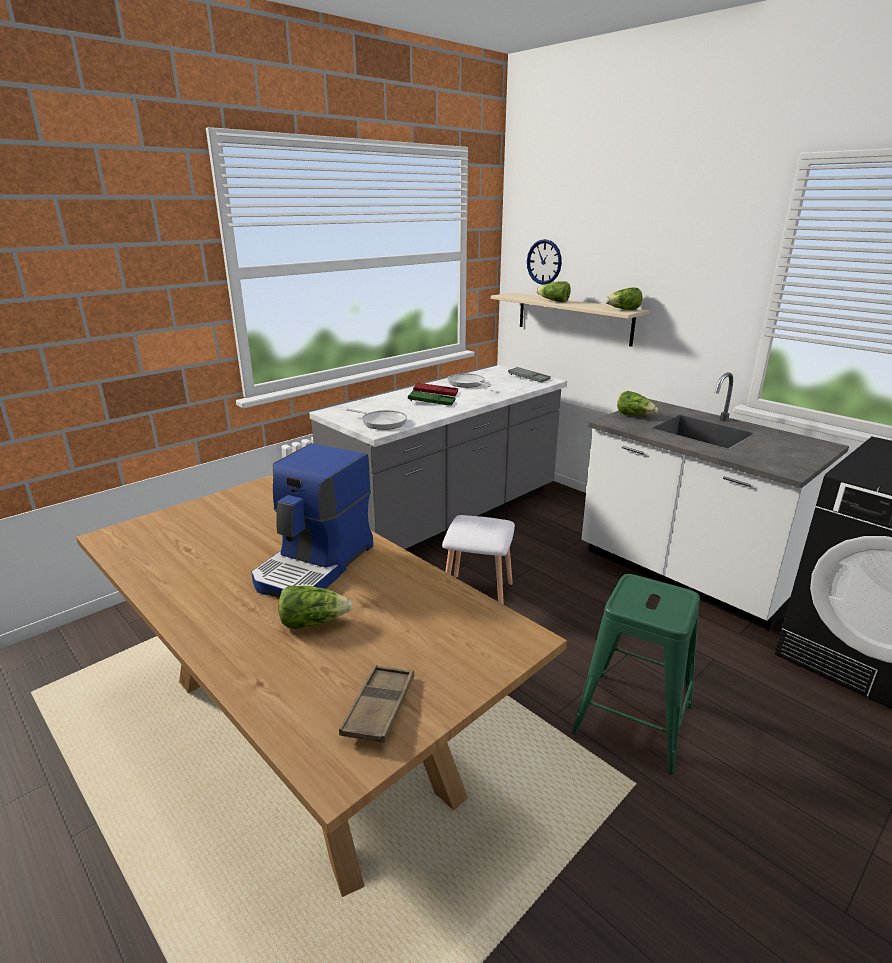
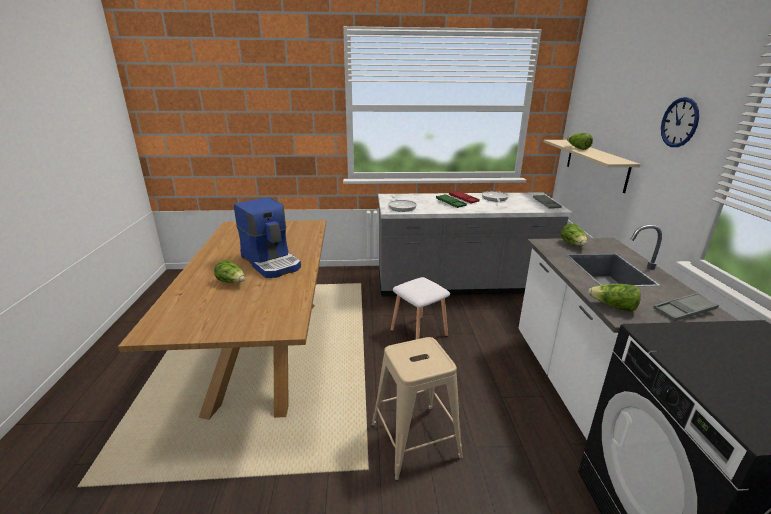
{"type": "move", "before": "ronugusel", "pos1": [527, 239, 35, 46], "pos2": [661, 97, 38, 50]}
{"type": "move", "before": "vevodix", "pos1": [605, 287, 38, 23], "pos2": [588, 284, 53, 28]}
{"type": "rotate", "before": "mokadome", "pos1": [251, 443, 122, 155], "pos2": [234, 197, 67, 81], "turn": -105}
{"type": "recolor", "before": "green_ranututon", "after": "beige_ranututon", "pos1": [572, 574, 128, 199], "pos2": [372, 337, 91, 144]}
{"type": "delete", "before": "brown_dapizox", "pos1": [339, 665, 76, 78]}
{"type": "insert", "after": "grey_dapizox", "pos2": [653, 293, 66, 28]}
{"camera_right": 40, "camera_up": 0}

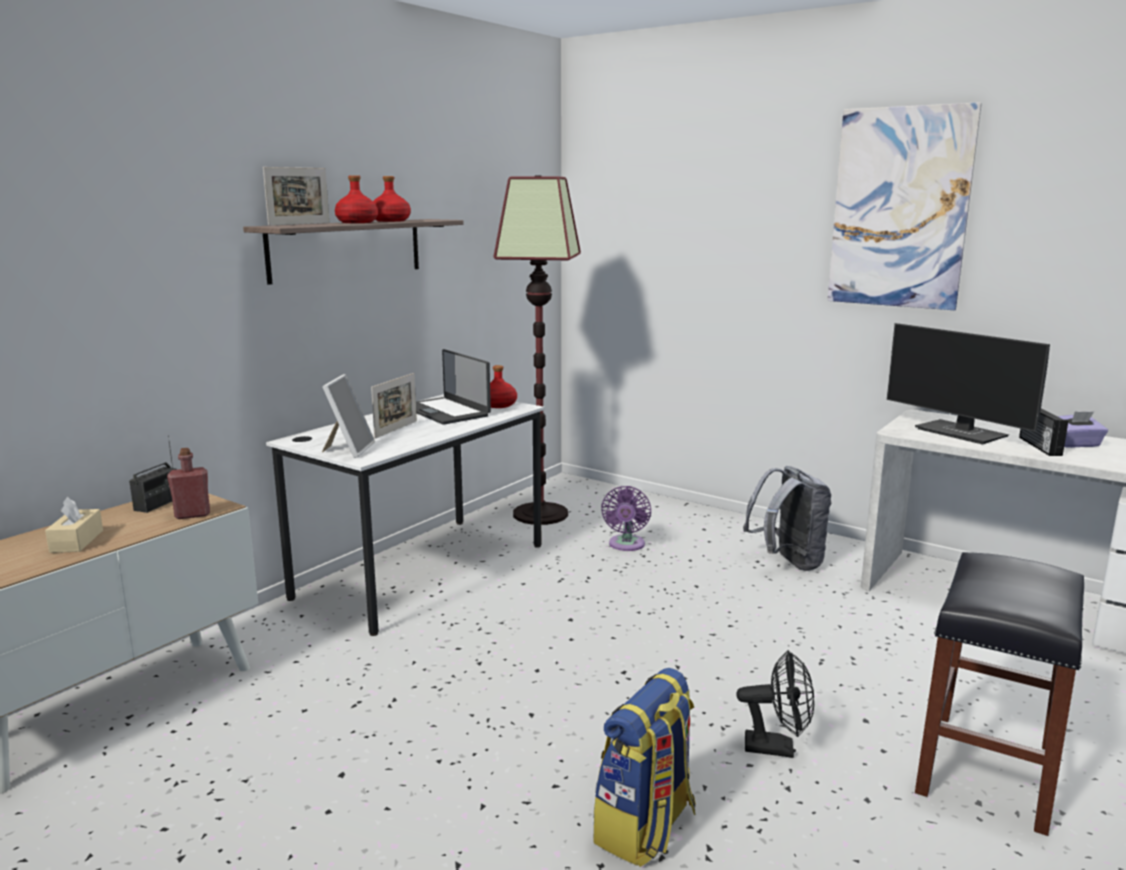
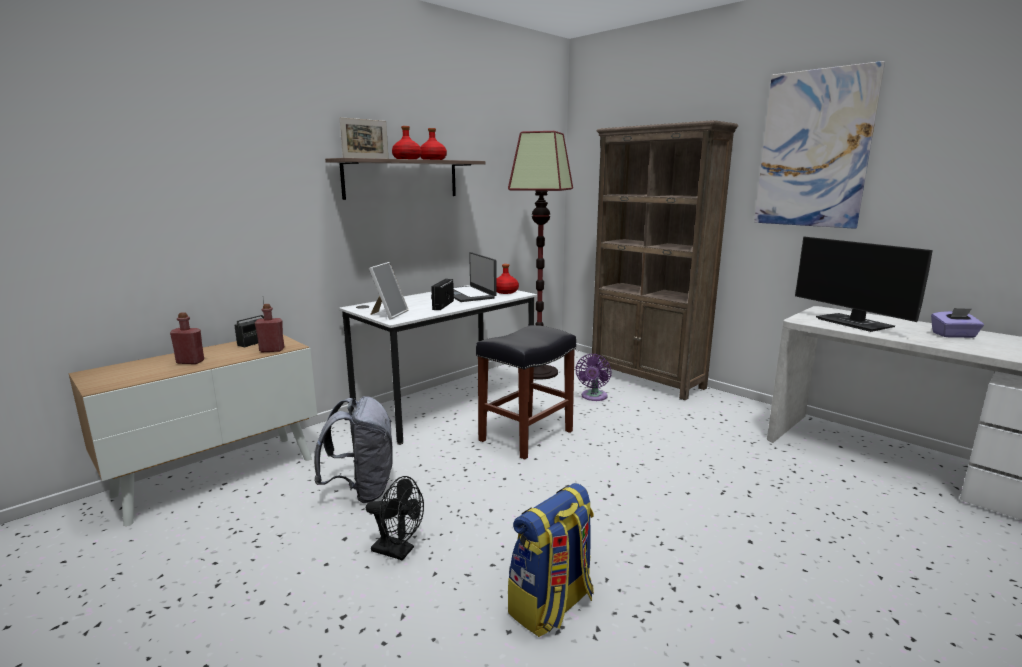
{"type": "delete", "before": "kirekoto", "pos1": [371, 373, 46, 66]}
{"type": "move", "before": "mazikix", "pos1": [1019, 408, 49, 48], "pos2": [431, 279, 23, 31]}
{"type": "move", "before": "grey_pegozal", "pos1": [743, 466, 88, 105], "pos2": [314, 396, 79, 107]}
{"type": "replace", "before": "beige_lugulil", "after": "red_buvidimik", "pos1": [45, 497, 58, 56], "pos2": [170, 312, 34, 52]}
{"type": "move", "before": "black_ranututon", "pos1": [915, 552, 169, 284], "pos2": [476, 325, 100, 135]}
{"type": "move", "before": "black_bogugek", "pos1": [736, 650, 78, 108], "pos2": [366, 476, 58, 85]}
{"type": "insert", "after": "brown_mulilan", "pos2": [592, 120, 146, 280]}
{"camera_right": 10, "camera_up": 0}

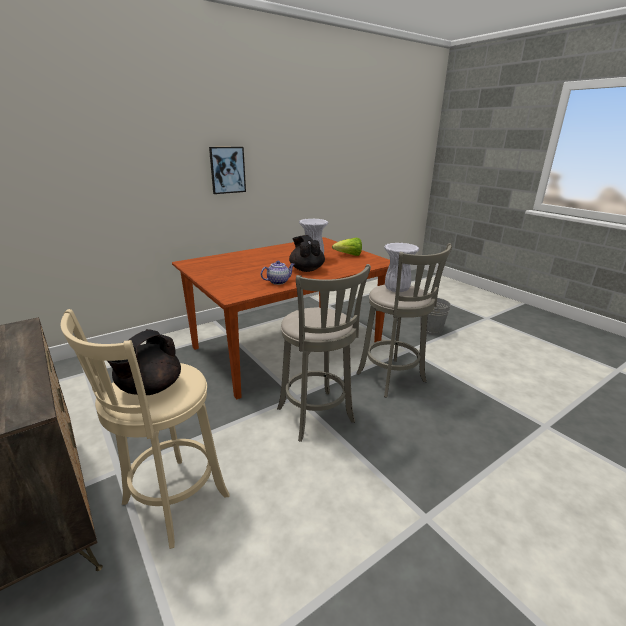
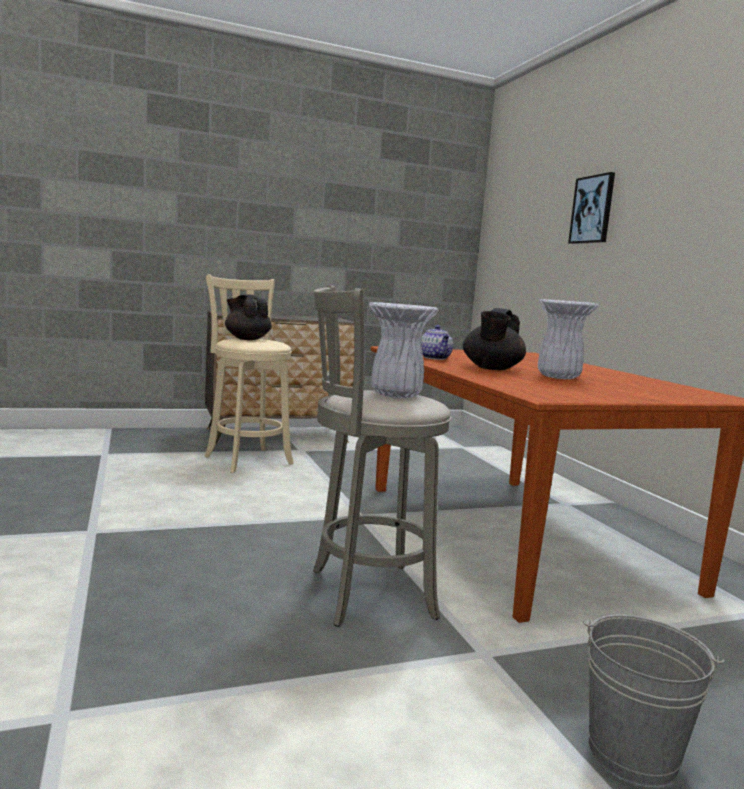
{"type": "move", "before": "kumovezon", "pos1": [209, 147, 37, 47], "pos2": [568, 172, 47, 72]}
{"type": "rotate", "before": "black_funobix", "pos1": [289, 235, 36, 37], "pos2": [463, 308, 63, 62], "turn": 120}
{"type": "delete", "before": "vevodix", "pos1": [332, 238, 30, 18]}
{"type": "delete", "before": "grey_ranututon", "pos1": [277, 264, 94, 178]}
{"camera_right": 105, "camera_up": -15}

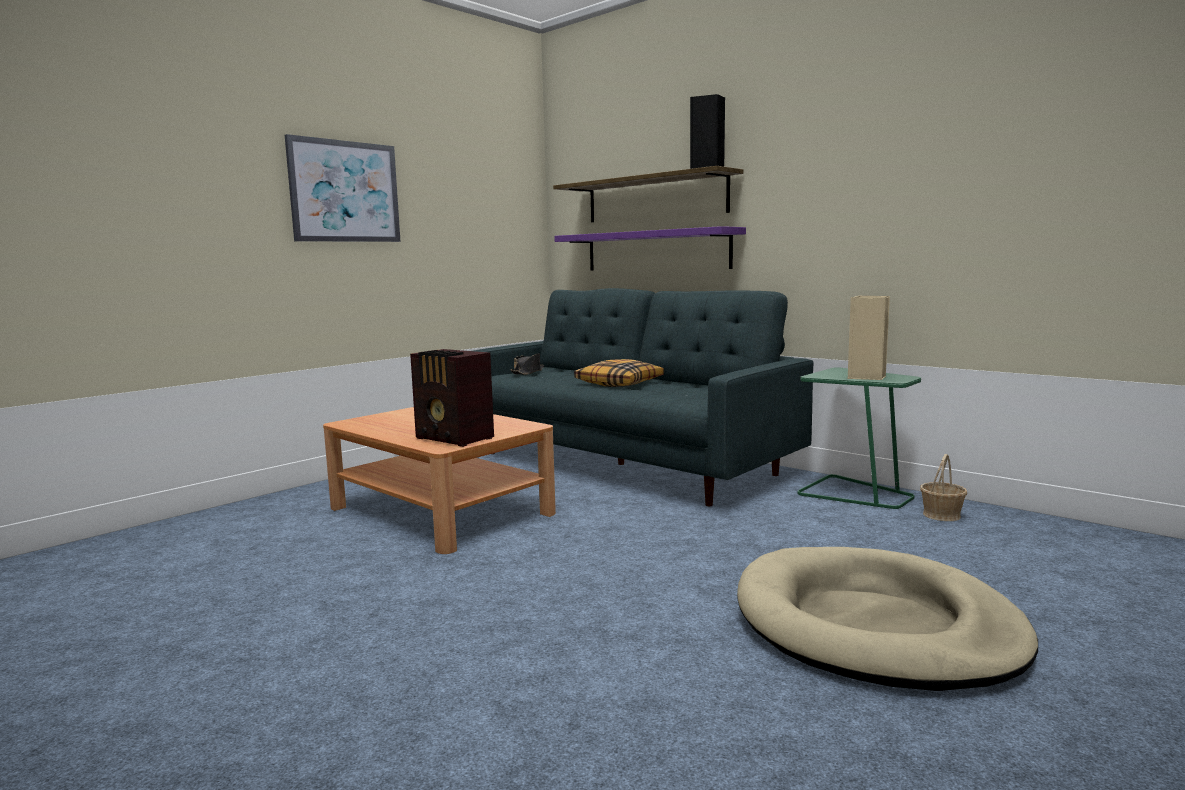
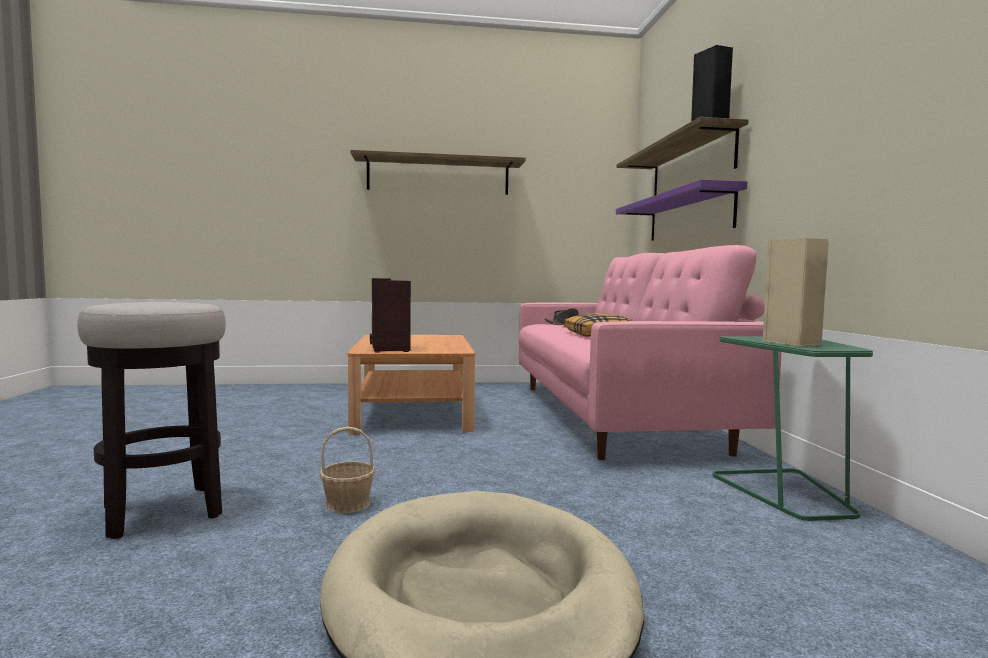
{"type": "replace", "before": "kumovezon", "after": "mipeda", "pos1": [285, 134, 116, 108], "pos2": [351, 150, 175, 45]}
{"type": "recolor", "before": "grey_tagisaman", "after": "pink_tagisaman", "pos1": [474, 288, 339, 218], "pos2": [518, 245, 264, 215]}
{"type": "move", "before": "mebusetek", "pos1": [920, 454, 47, 67], "pos2": [320, 427, 55, 86]}
{"type": "insert", "after": "ranututon", "pos2": [77, 302, 149, 237]}
{"camera_right": 40, "camera_up": -5}

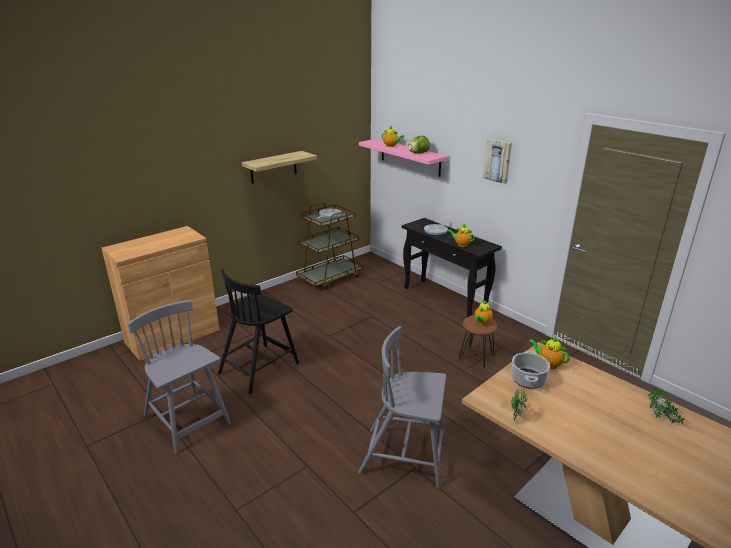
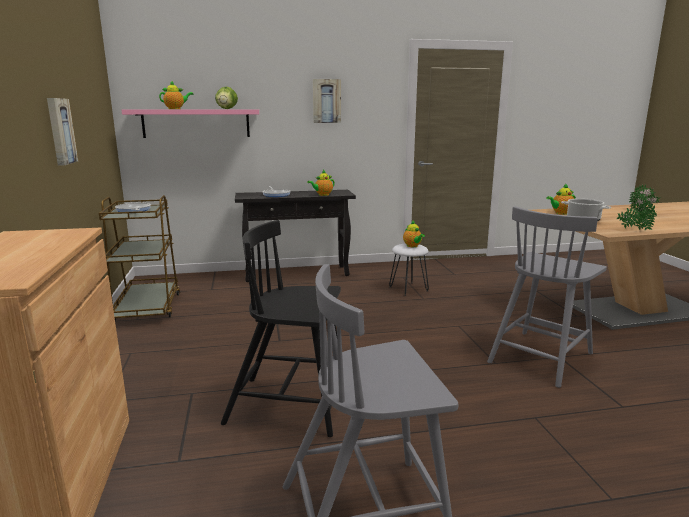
{"type": "replace", "before": "mipeda", "after": "kumovezon", "pos1": [242, 151, 75, 33], "pos2": [47, 98, 31, 67]}
{"type": "rotate", "before": "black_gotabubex", "pos1": [218, 269, 81, 125], "pos2": [221, 220, 120, 217], "turn": 120}
{"type": "recolor", "before": "brown_ranututon", "after": "white_ranututon", "pos1": [459, 315, 39, 54], "pos2": [389, 244, 40, 52]}
{"camera_right": -60, "camera_up": -10}

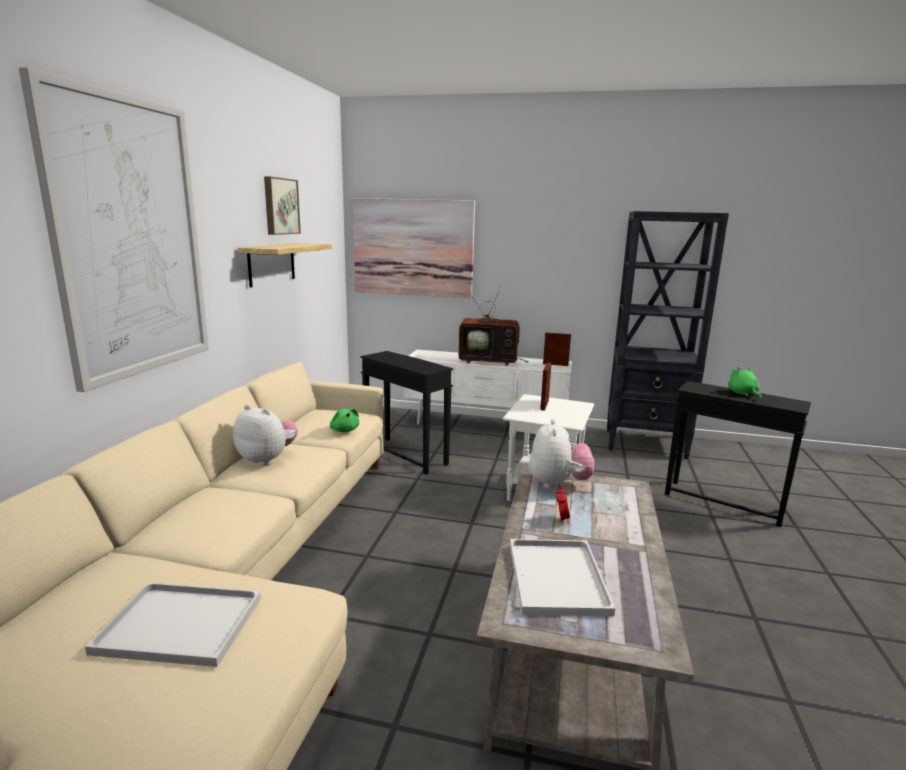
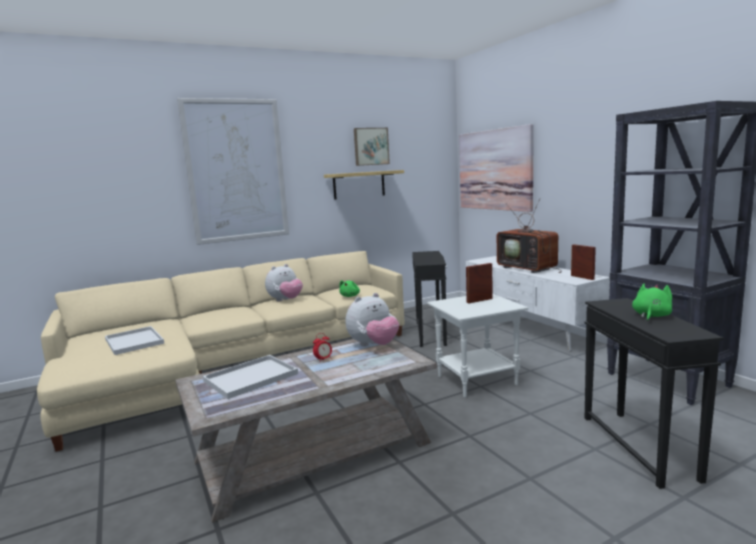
{"type": "rotate", "before": "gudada", "pos1": [233, 404, 65, 62], "pos2": [265, 264, 38, 37], "turn": 60}
{"camera_right": 50, "camera_up": -5}

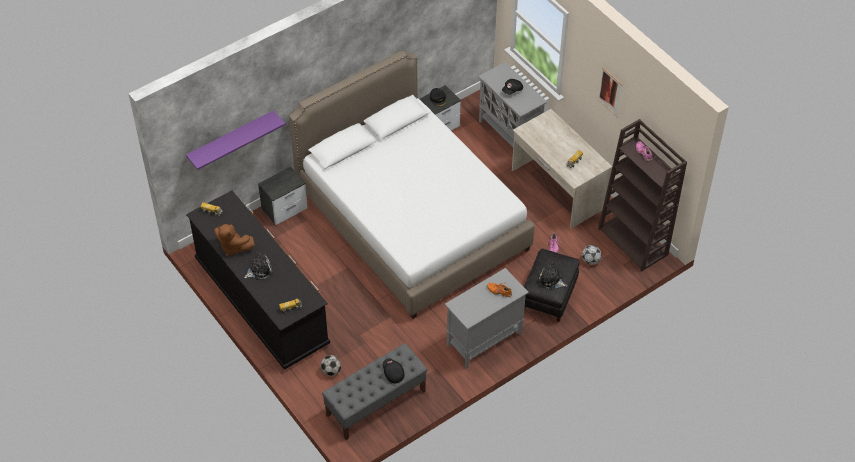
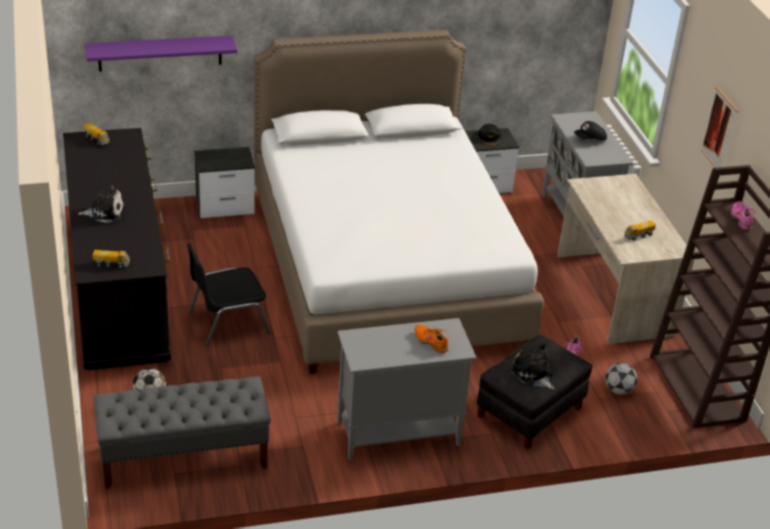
{"type": "delete", "before": "brown_gudada", "pos1": [214, 224, 41, 32]}
{"type": "delete", "before": "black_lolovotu", "pos1": [383, 359, 21, 24]}
{"type": "insert", "after": "black_gotabubex", "pos2": [187, 243, 83, 104]}
{"camera_right": 20, "camera_up": -15}

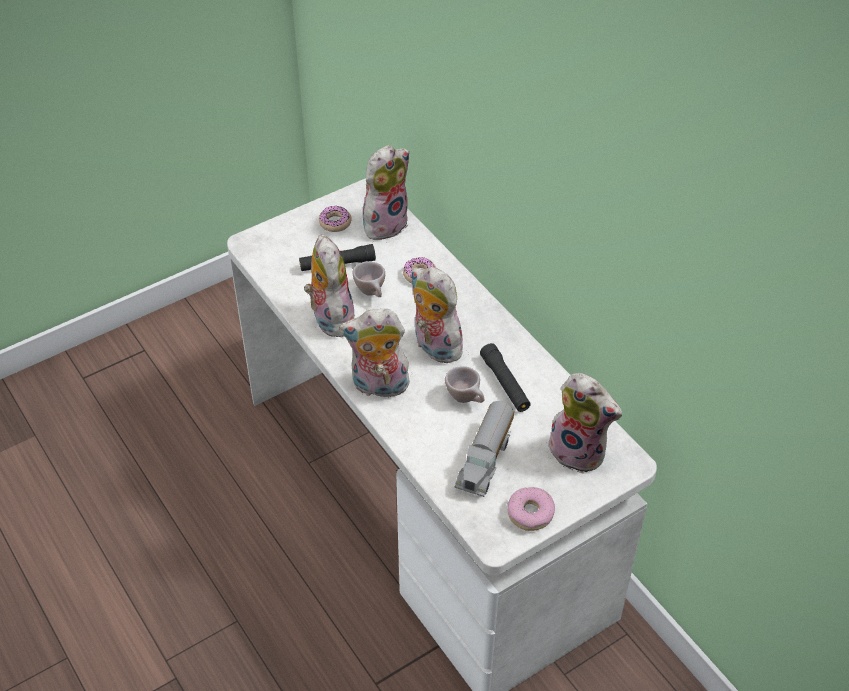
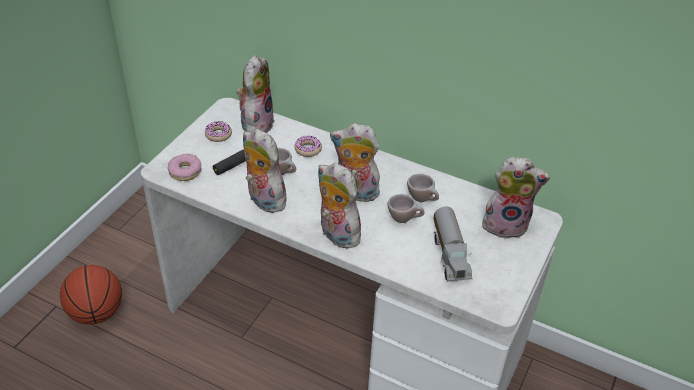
{"type": "rotate", "before": "gudada", "pos1": [339, 309, 72, 89], "pos2": [317, 163, 47, 86], "turn": 75}
{"type": "replace", "before": "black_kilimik", "after": "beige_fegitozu", "pos1": [480, 343, 51, 69], "pos2": [407, 174, 32, 28]}
{"type": "move", "before": "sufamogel", "pos1": [507, 487, 48, 44], "pos2": [168, 154, 33, 27]}
{"type": "insert", "after": "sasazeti", "pos2": [60, 265, 62, 59]}
{"camera_right": -30, "camera_up": -5}

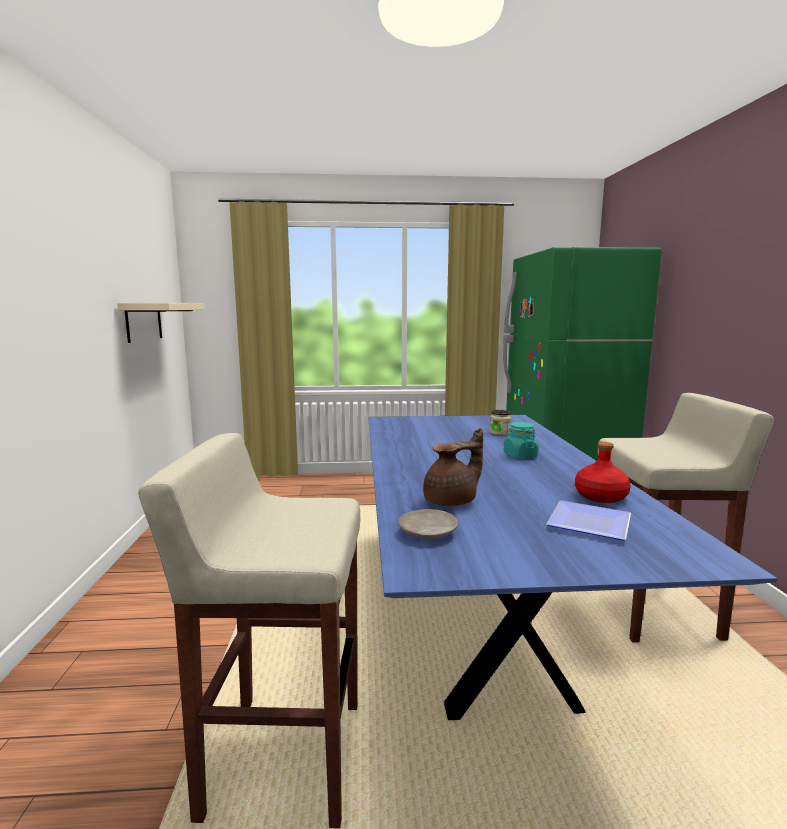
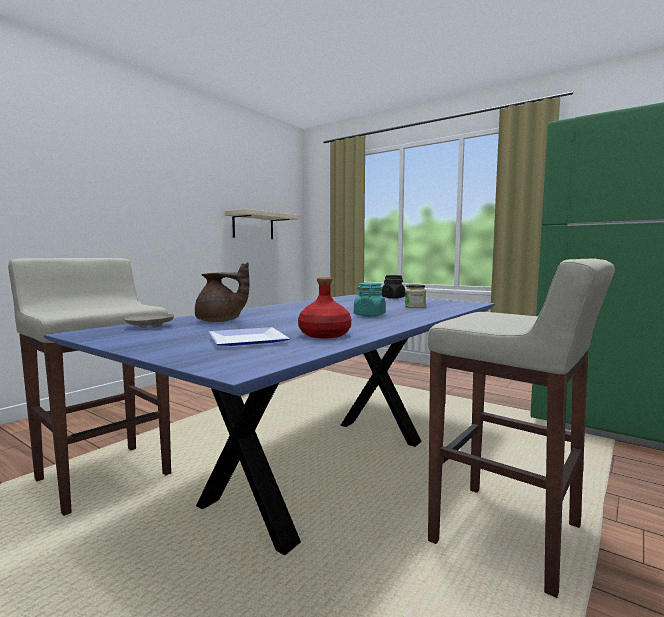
{"type": "insert", "after": "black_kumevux", "pos2": [381, 275, 24, 24]}
{"camera_right": 40, "camera_up": -5}

